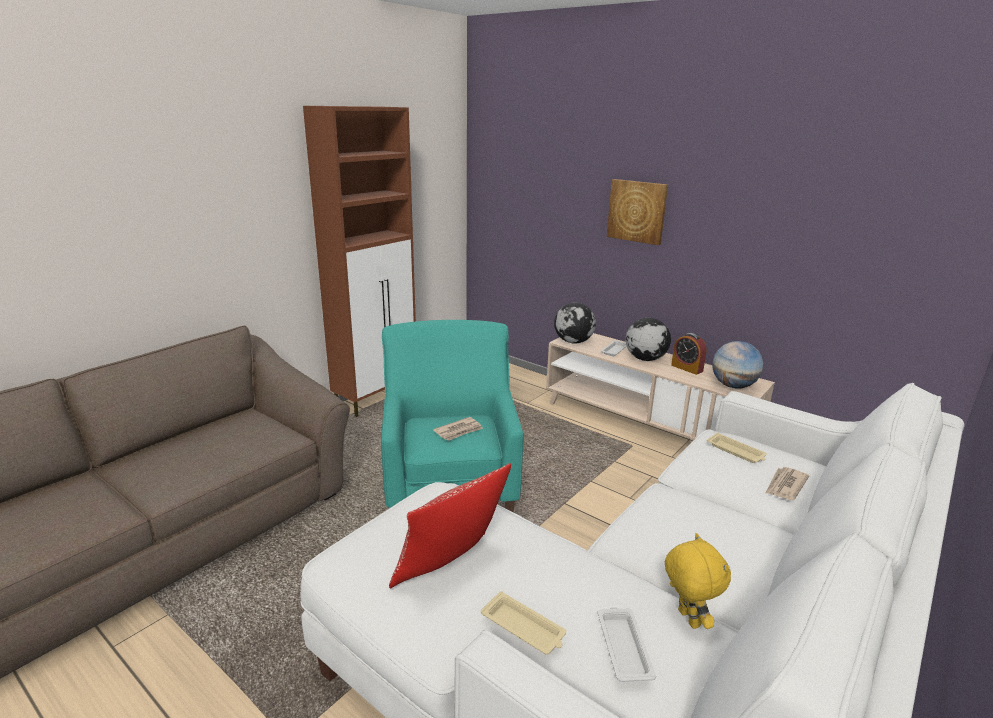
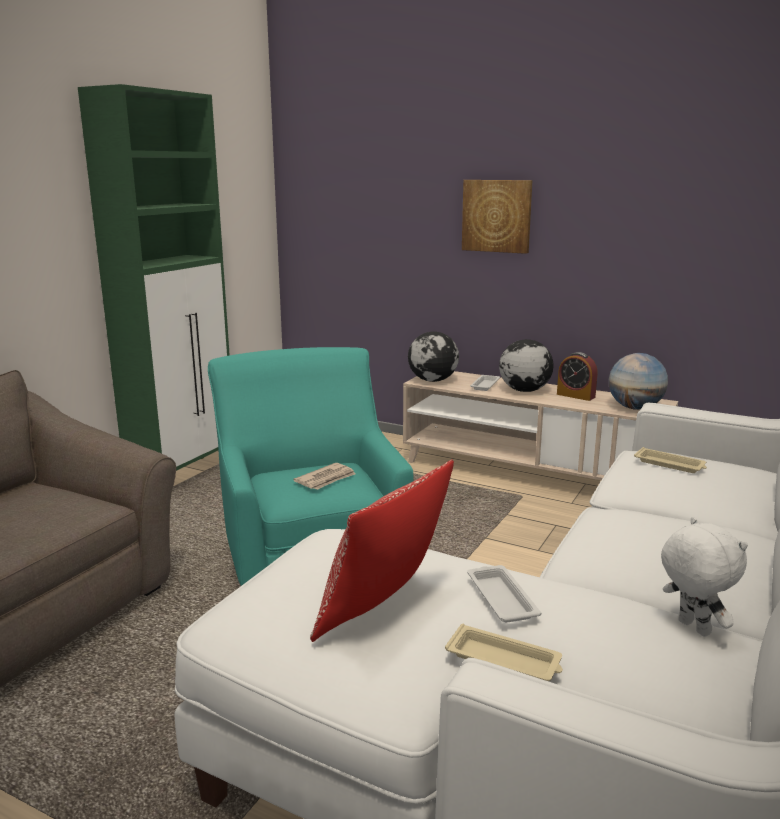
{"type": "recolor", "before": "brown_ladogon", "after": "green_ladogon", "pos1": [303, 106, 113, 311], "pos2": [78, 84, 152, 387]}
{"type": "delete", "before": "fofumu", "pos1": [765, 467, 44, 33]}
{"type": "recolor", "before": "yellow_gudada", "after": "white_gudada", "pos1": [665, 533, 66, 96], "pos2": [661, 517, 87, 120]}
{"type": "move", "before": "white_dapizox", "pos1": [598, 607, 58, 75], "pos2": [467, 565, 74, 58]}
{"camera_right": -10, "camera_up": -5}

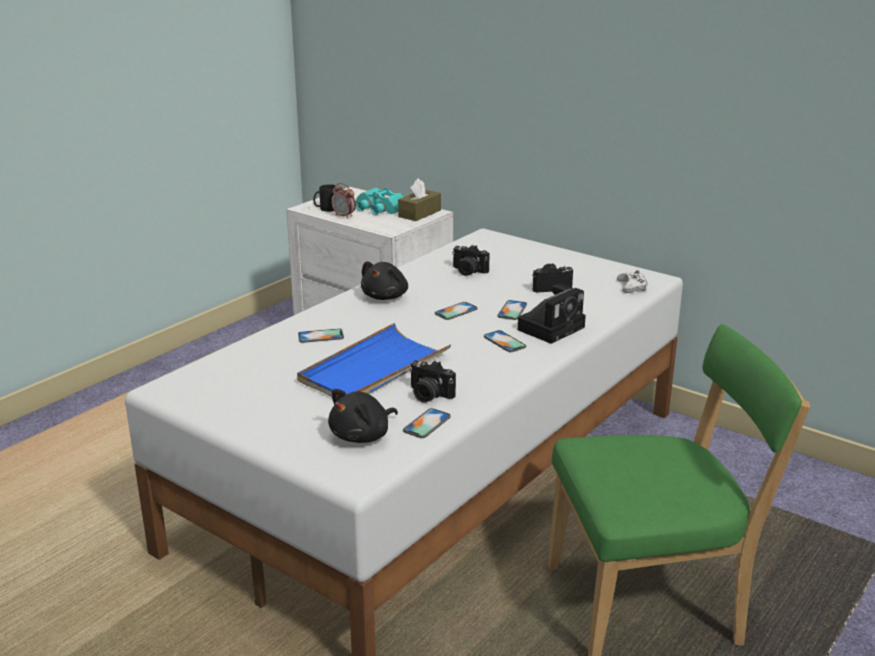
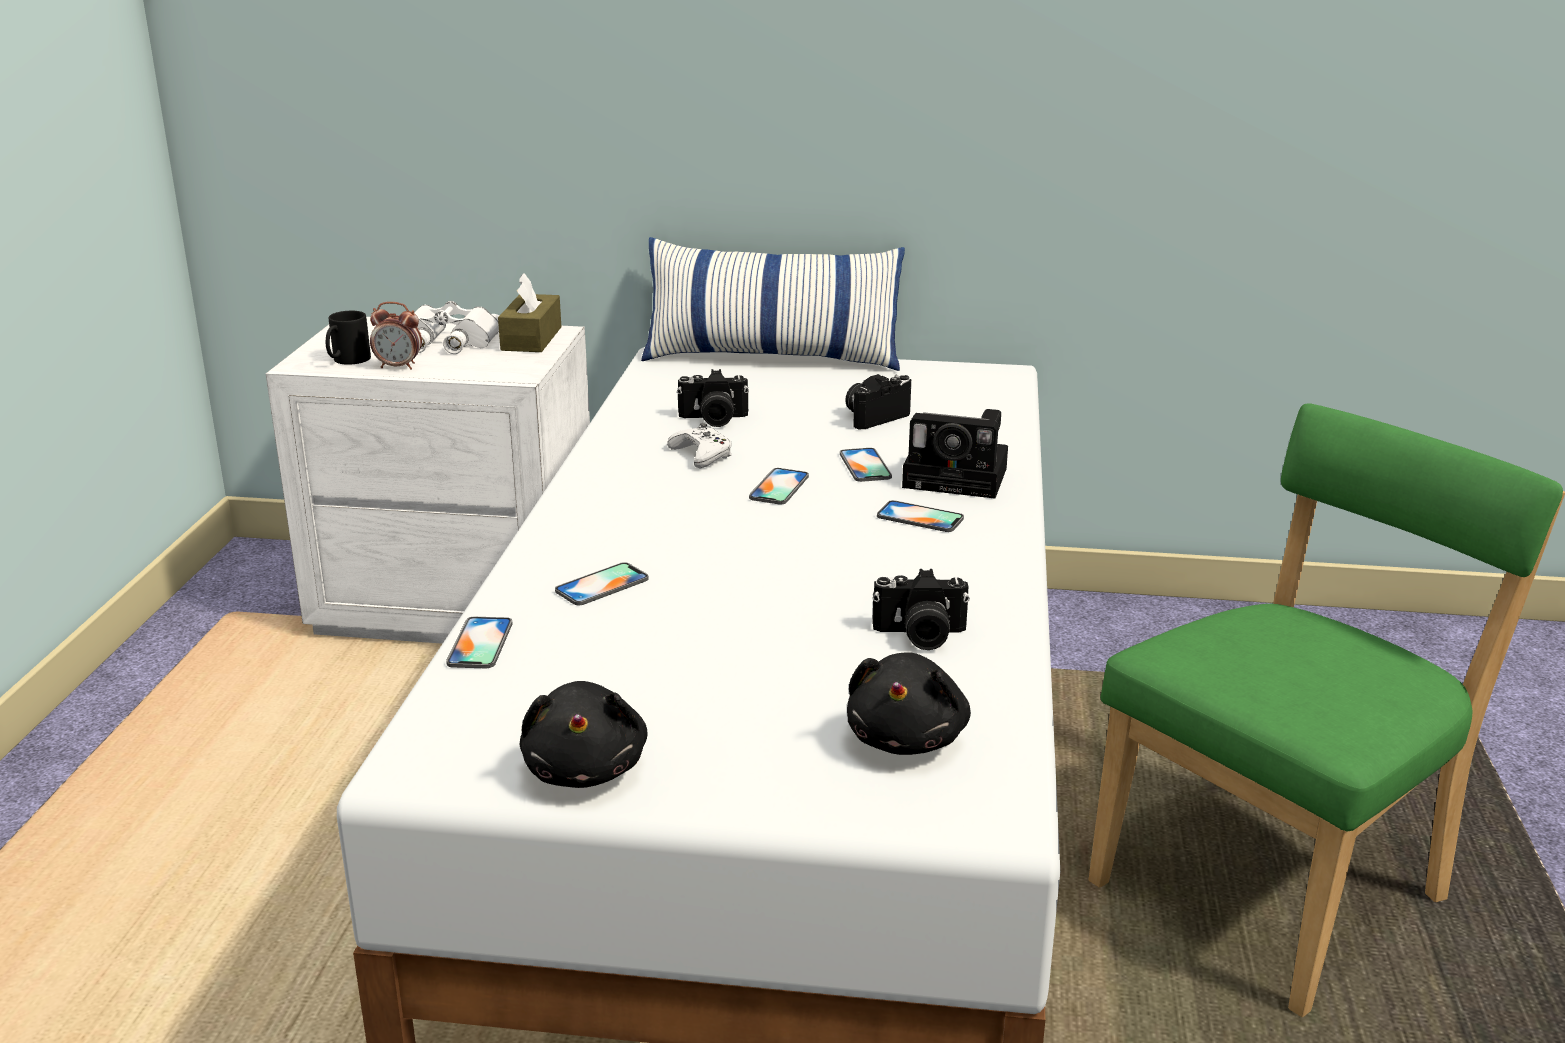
{"type": "recolor", "before": "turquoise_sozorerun", "after": "white_sozorerun", "pos1": [356, 187, 48, 28], "pos2": [414, 301, 85, 53]}
{"type": "move", "before": "black_gudada", "pos1": [361, 261, 47, 39], "pos2": [520, 681, 128, 107]}
{"type": "move", "before": "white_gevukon", "pos1": [617, 270, 31, 23], "pos2": [667, 423, 65, 46]}
{"type": "rotate", "before": "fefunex", "pos1": [518, 284, 68, 60], "pos2": [902, 409, 106, 90], "turn": 90}
{"type": "delete", "before": "blue_dapizox", "pos1": [297, 323, 154, 74]}
{"type": "move", "before": "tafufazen", "pos1": [403, 408, 48, 30], "pos2": [446, 617, 67, 51]}
{"type": "insert", "after": "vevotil", "pos2": [641, 237, 264, 134]}
{"camera_right": -30, "camera_up": 0}

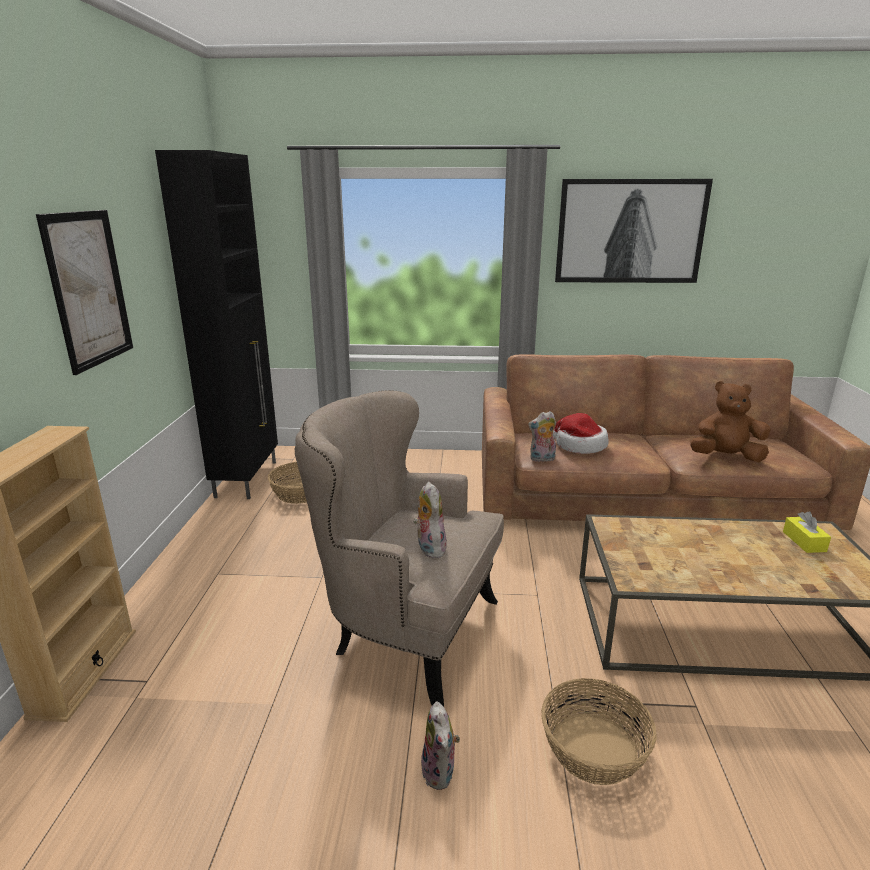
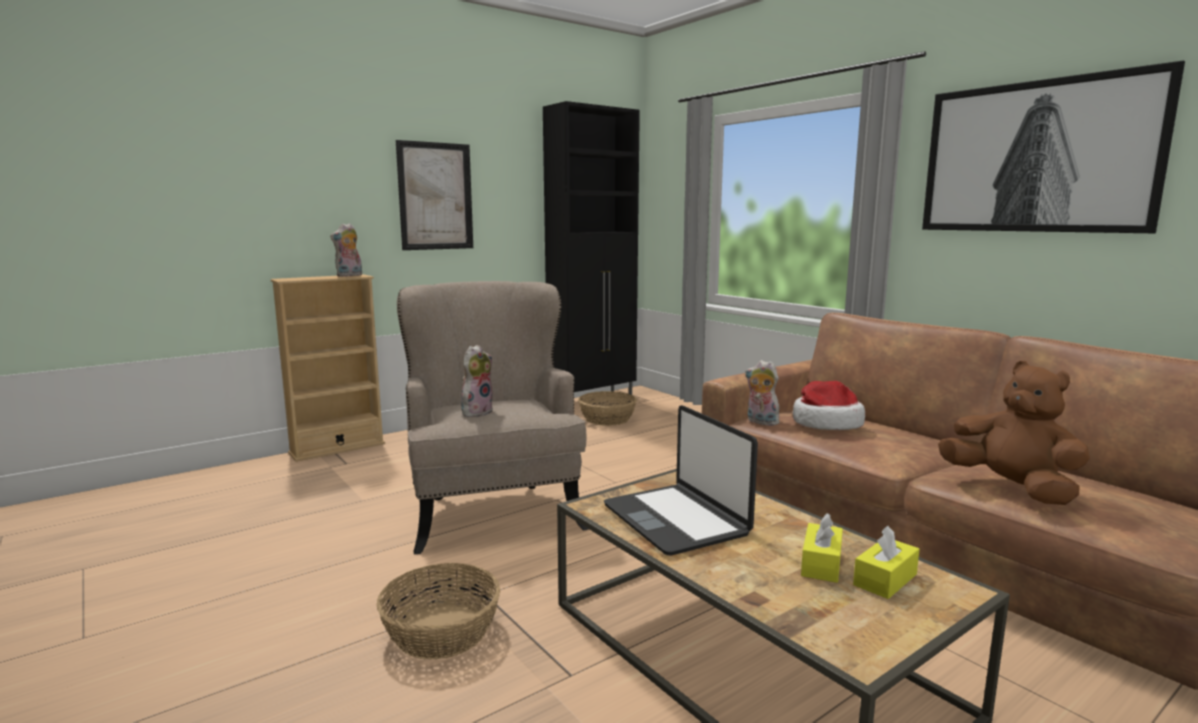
{"type": "move", "before": "gudada", "pos1": [420, 701, 40, 89], "pos2": [330, 223, 32, 54]}
{"type": "insert", "after": "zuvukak", "pos2": [604, 405, 154, 150]}
{"type": "insert", "after": "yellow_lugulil", "pos2": [801, 513, 42, 70]}
{"camera_right": 50, "camera_up": -10}

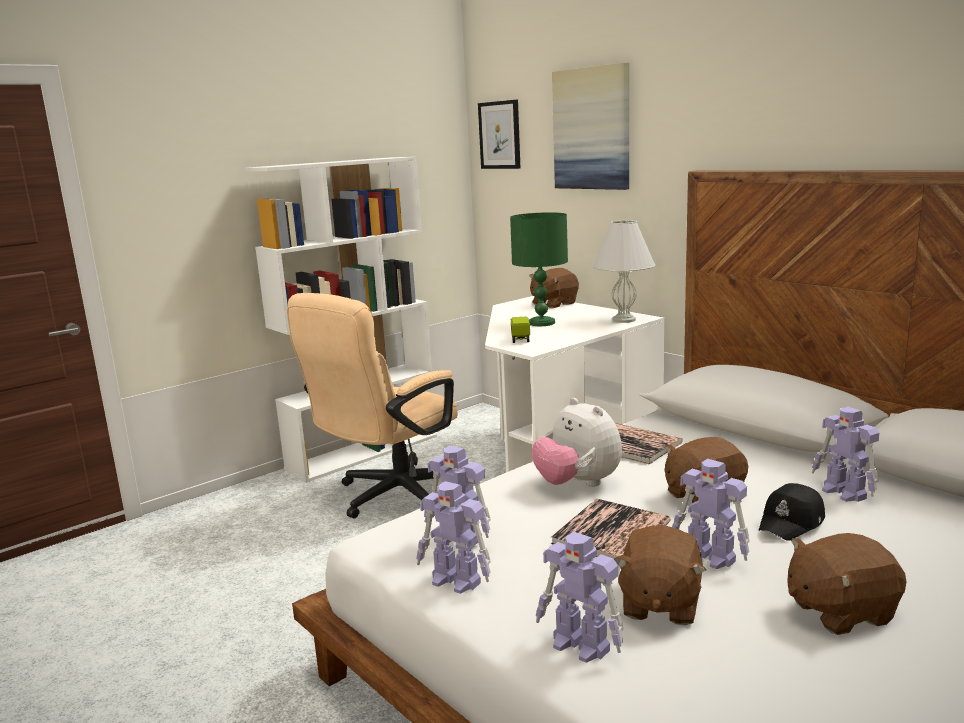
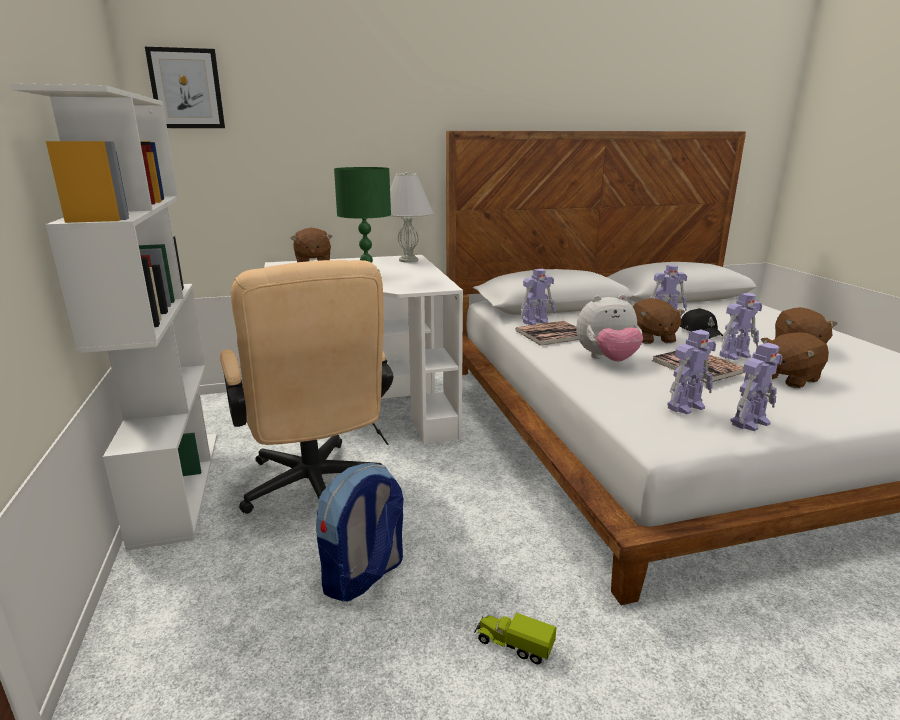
{"type": "delete", "before": "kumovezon", "pos1": [552, 62, 77, 128]}
{"type": "move", "before": "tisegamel", "pos1": [511, 317, 19, 26], "pos2": [474, 613, 82, 51]}
{"type": "rotate", "before": "brown_gudada", "pos1": [614, 525, 92, 100], "pos2": [761, 332, 68, 56], "turn": 105}
{"type": "move", "before": "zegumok", "pos1": [536, 531, 87, 132], "pos2": [521, 269, 35, 56]}
{"type": "insert", "after": "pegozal", "pos2": [316, 463, 88, 139]}
{"camera_right": -65, "camera_up": 5}

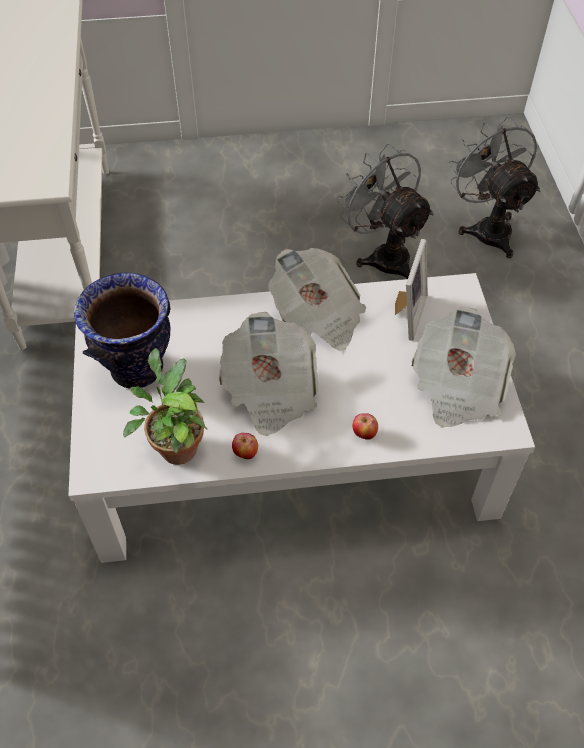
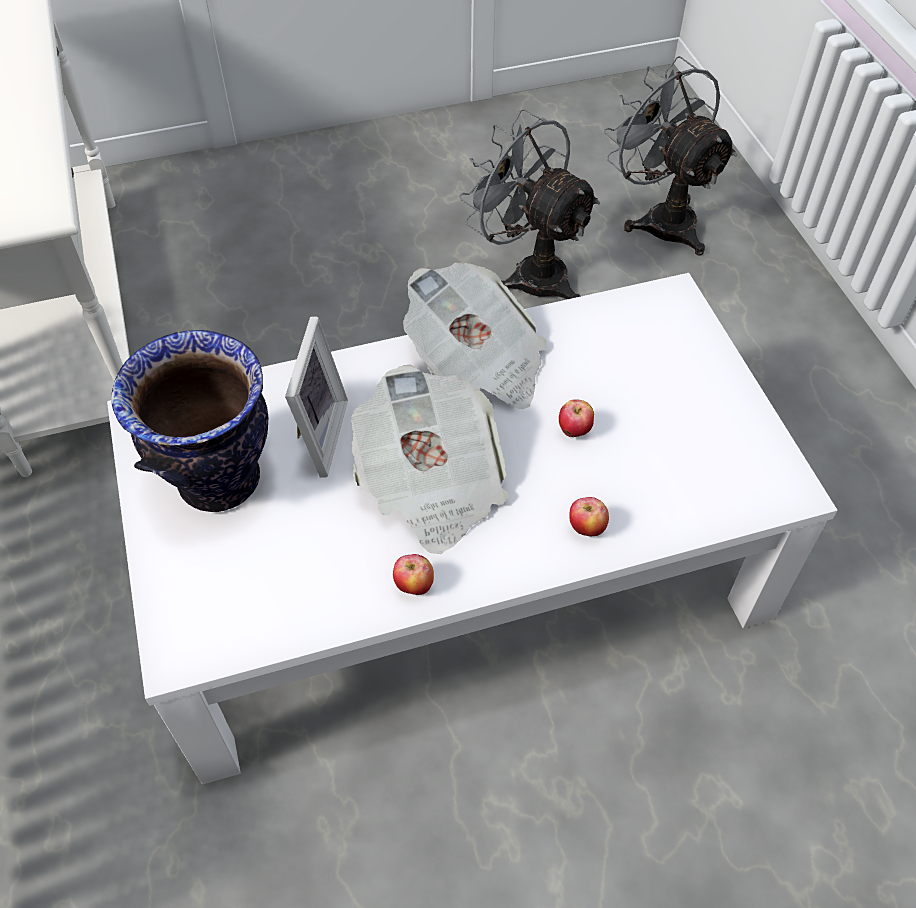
{"type": "move", "before": "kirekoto", "pos1": [395, 239, 33, 102], "pos2": [285, 317, 63, 161]}
{"type": "delete", "before": "fofumu", "pos1": [412, 307, 104, 121]}
{"type": "delete", "before": "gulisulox", "pos1": [123, 348, 84, 117]}
{"type": "insert", "after": "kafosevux", "pos2": [559, 399, 35, 38]}
{"camera_right": -10, "camera_up": 0}

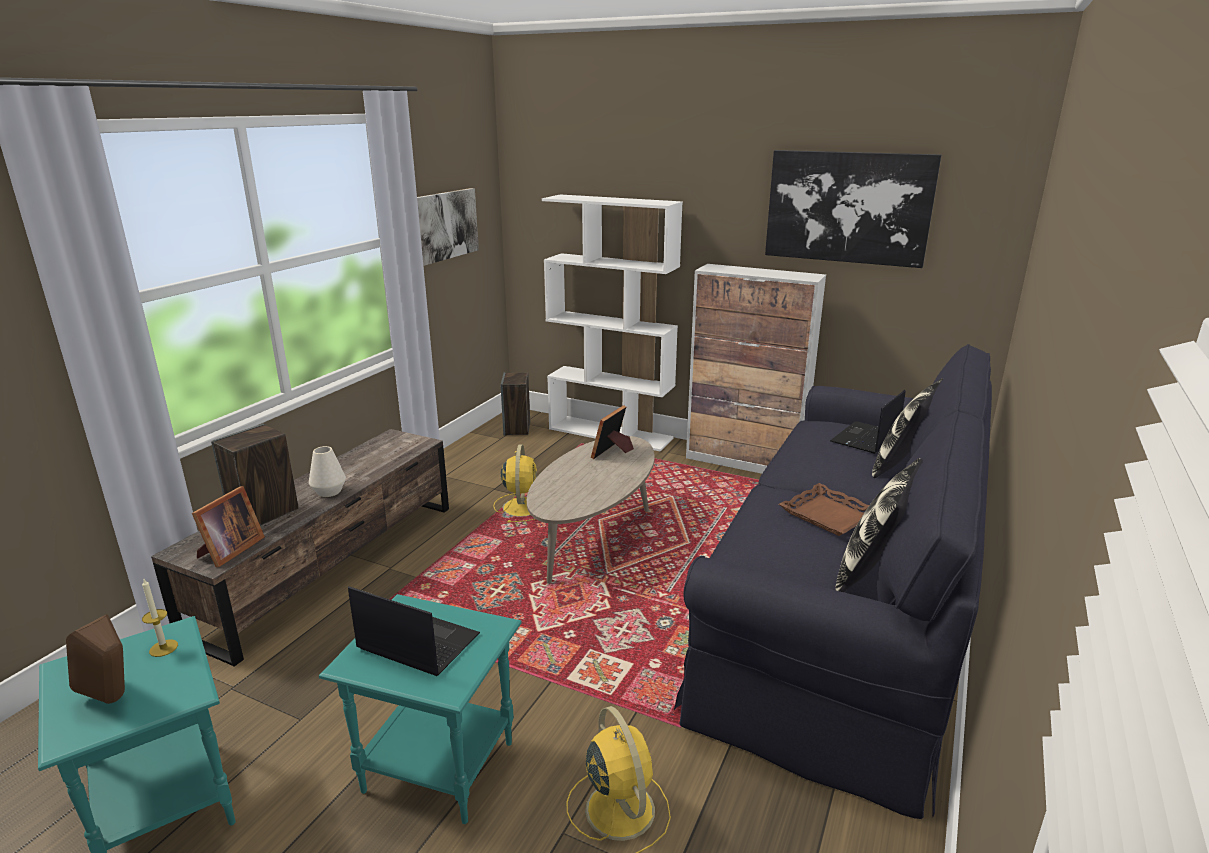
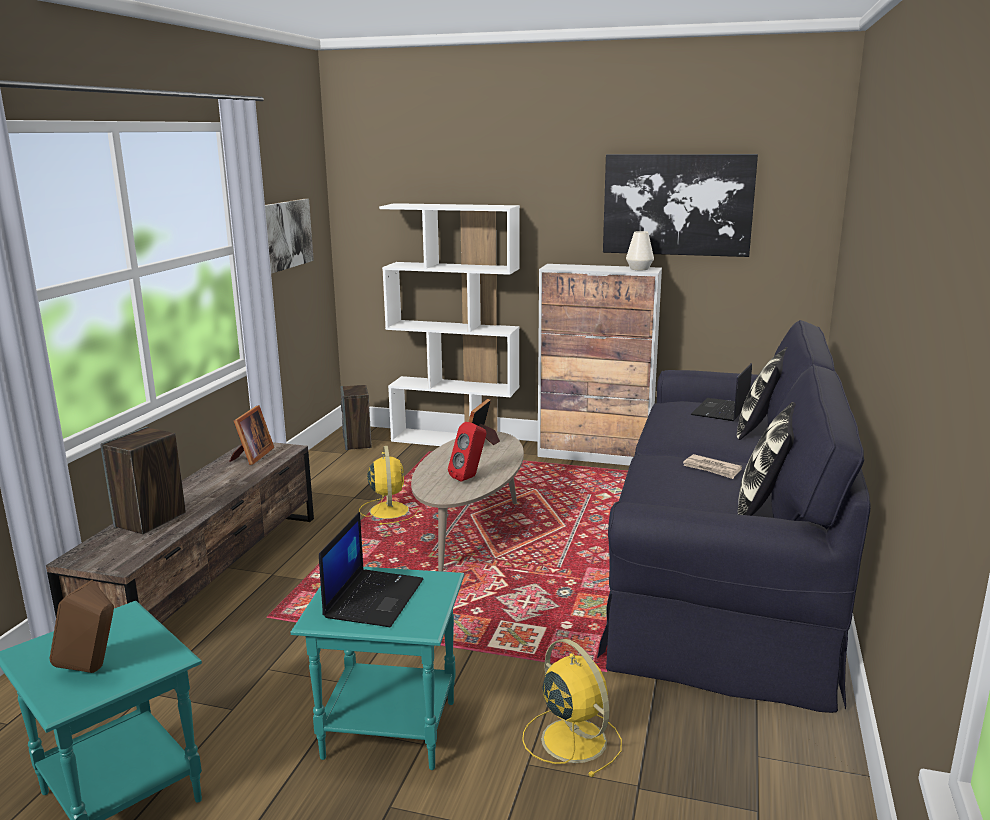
{"type": "move", "before": "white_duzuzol", "pos1": [309, 446, 37, 51], "pos2": [626, 231, 28, 39]}
{"type": "replace", "before": "brown_dapizox", "after": "fofumu", "pos1": [779, 483, 90, 53], "pos2": [683, 454, 59, 25]}
{"type": "move", "before": "kirekoto", "pos1": [192, 486, 73, 81], "pos2": [229, 405, 45, 60]}
{"type": "delete", "before": "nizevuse", "pos1": [142, 579, 36, 78]}
{"type": "rotate", "before": "zuvukak", "pos1": [348, 586, 132, 90], "pos2": [319, 512, 104, 115], "turn": 90}
{"type": "insert", "after": "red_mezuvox", "pos2": [448, 422, 38, 60]}
{"camera_right": -10, "camera_up": -5}

